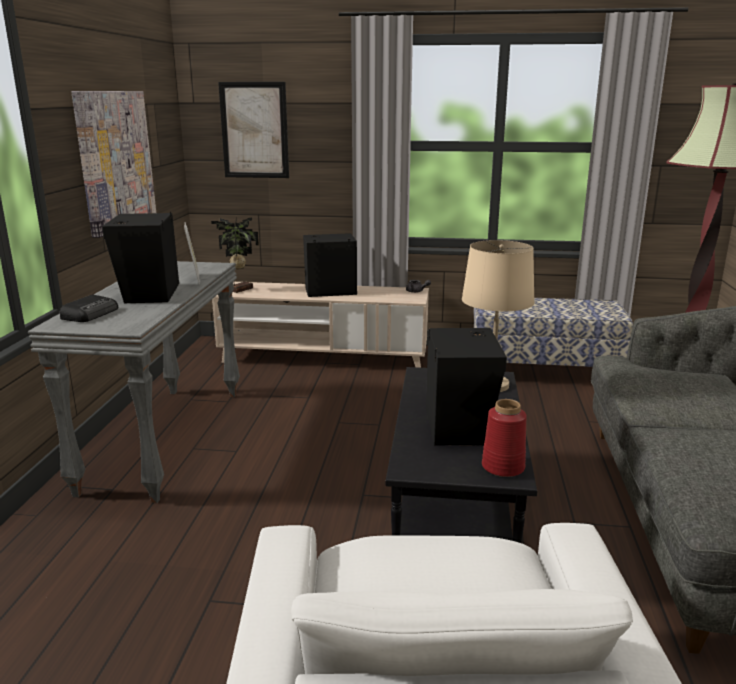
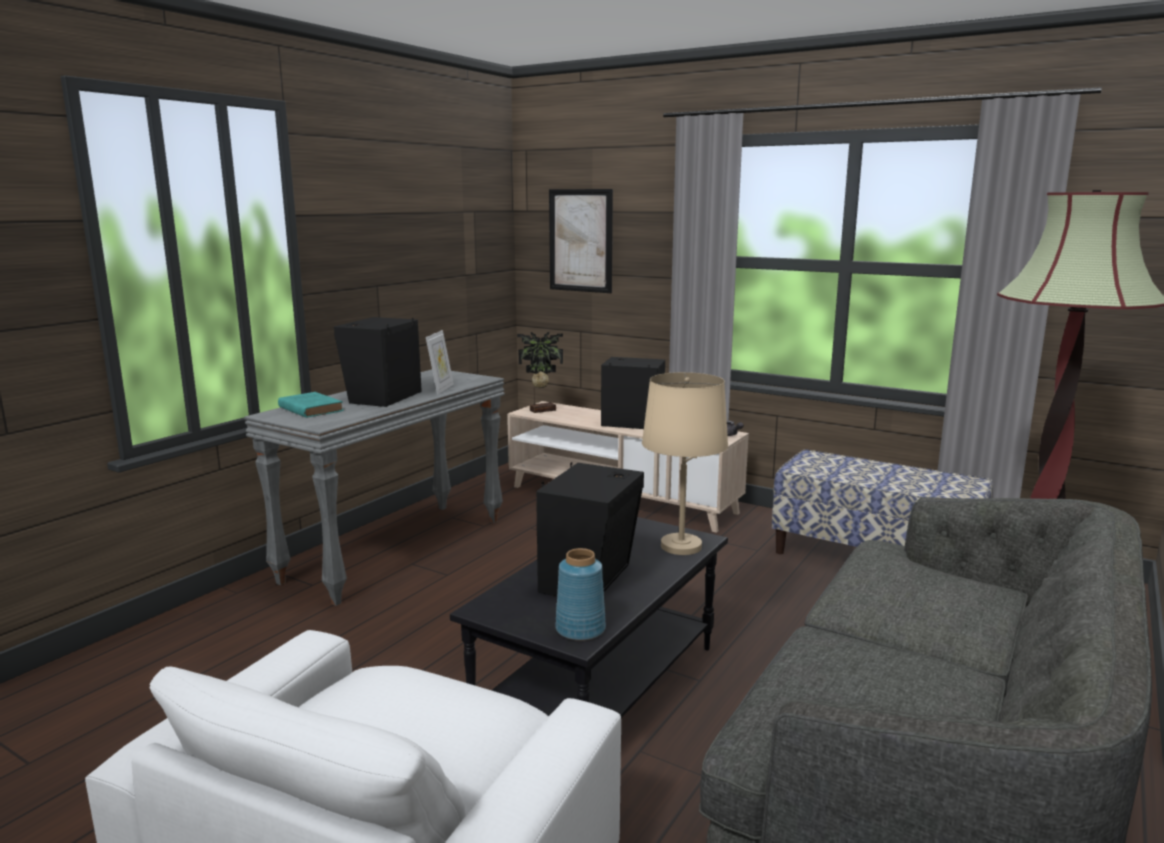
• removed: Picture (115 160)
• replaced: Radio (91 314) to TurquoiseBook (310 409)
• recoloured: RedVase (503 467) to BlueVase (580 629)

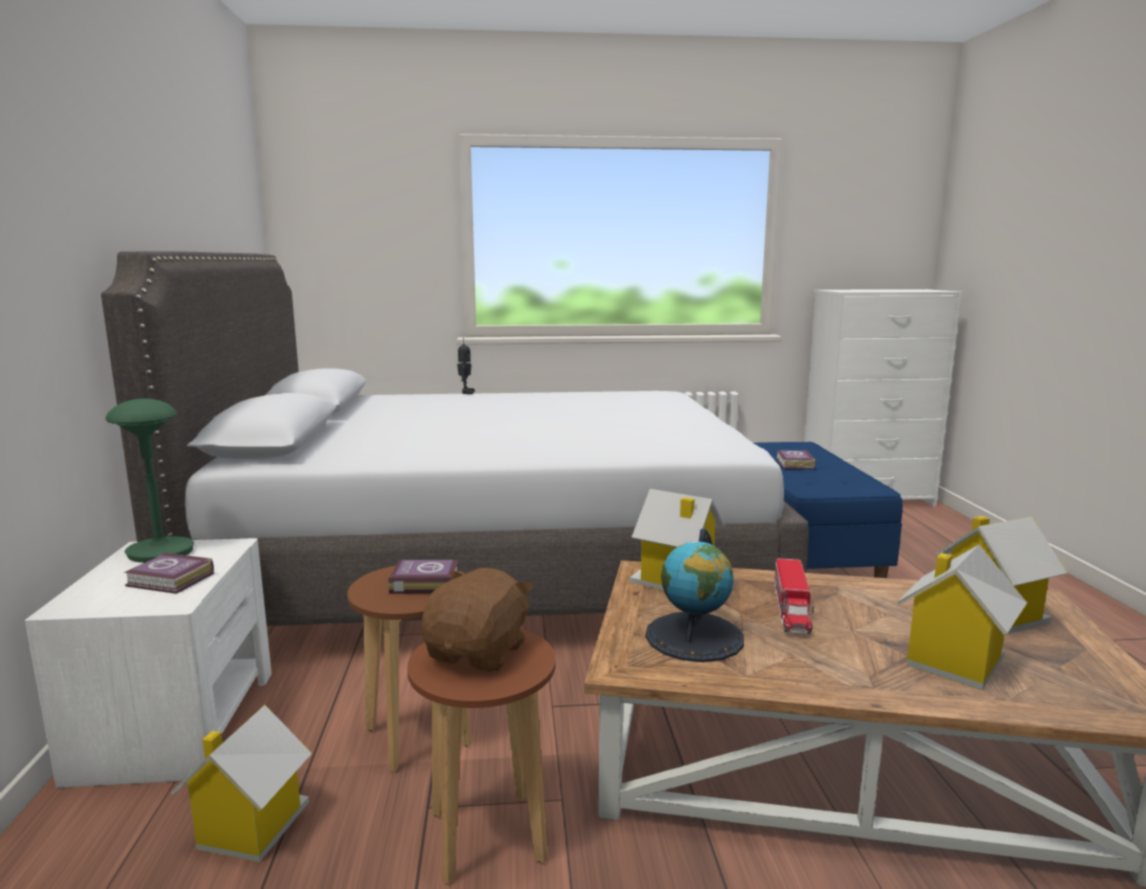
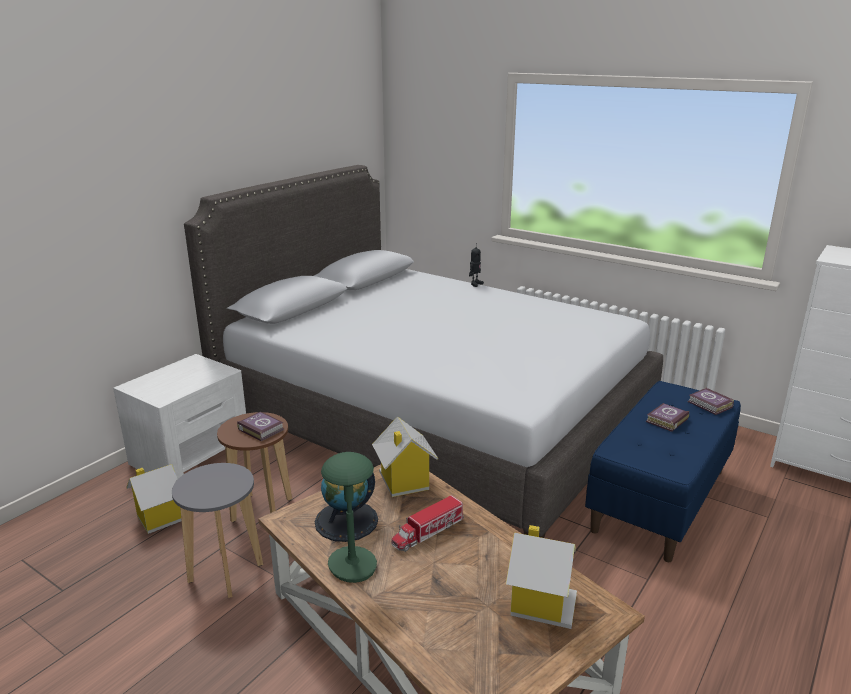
• removed: BrownPlushToy (479 653)
• removed: ToyHouse (952 662)
• moved: GreenTableLamp (160 552) to (352 566)
• moved: Book (171 580) to (710 405)
• recoloured: BrownStool (486 837) to GreyStool (225 573)

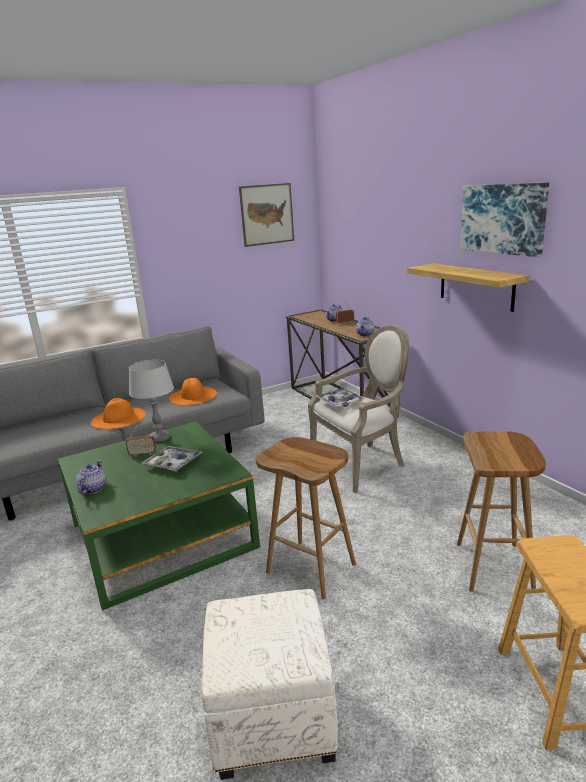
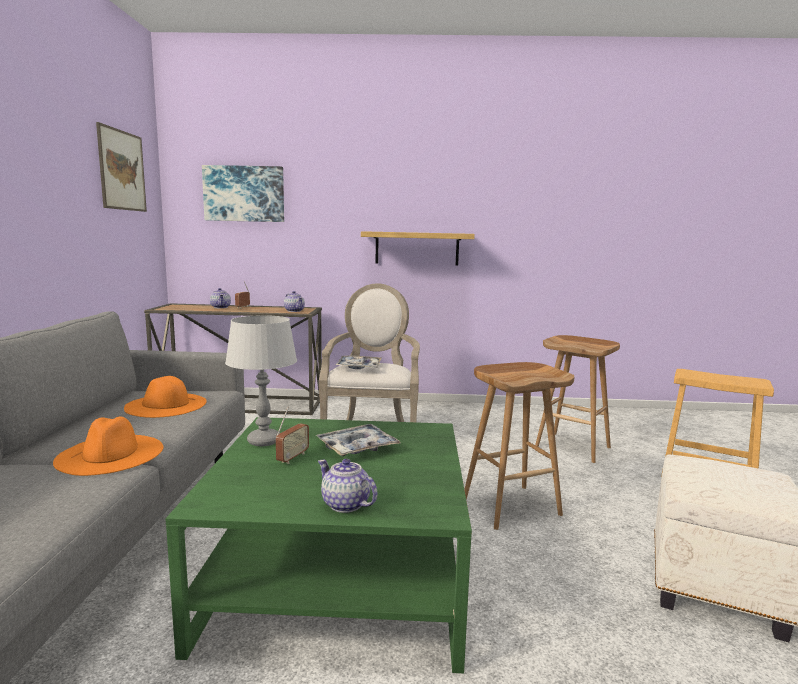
• moved: Picture (503 218) to (244 194)

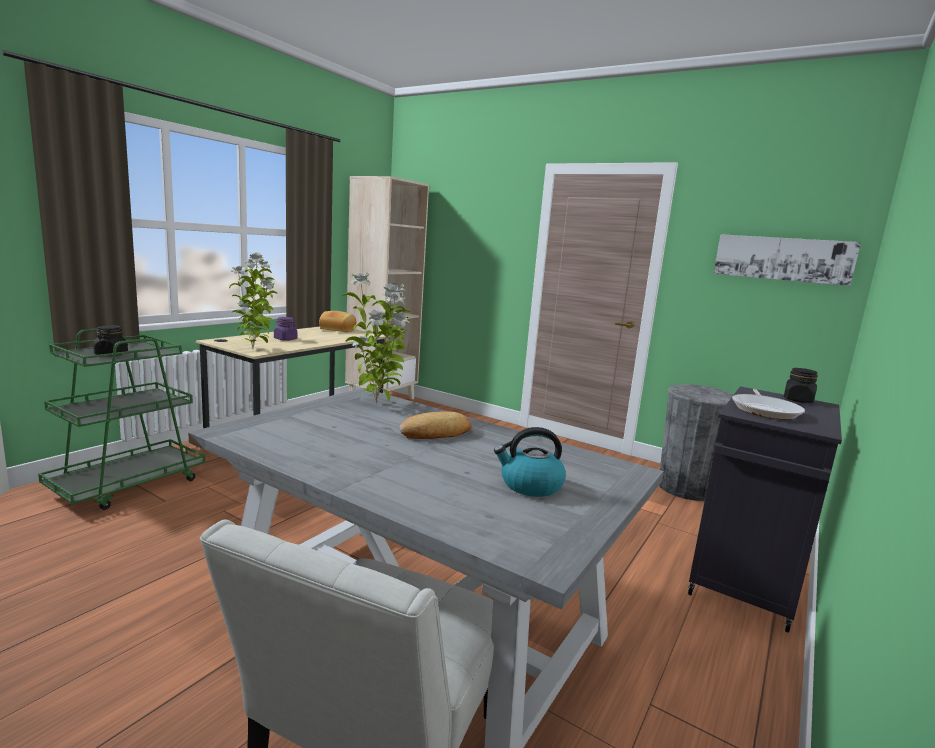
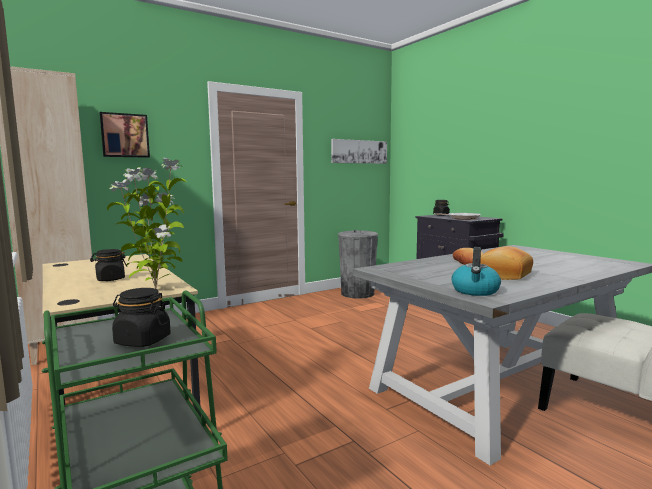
• removed: PottedPlant (377 404)
• added: Picture (125 135)
• moved: Bread (338 329) to (503 274)
• moved: Kettle (530 485) to (475 291)
• recoloured: PurpleJar (285 339) to BlackJar (110 279)

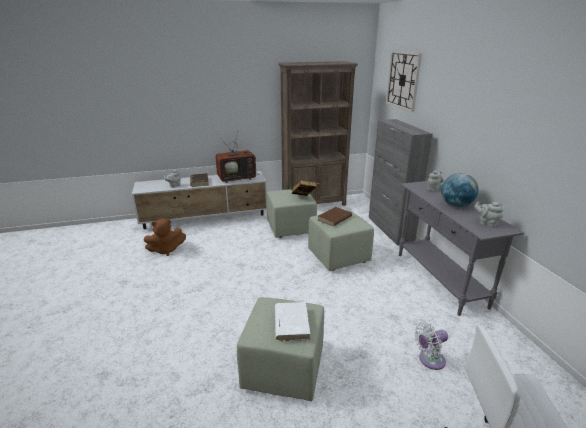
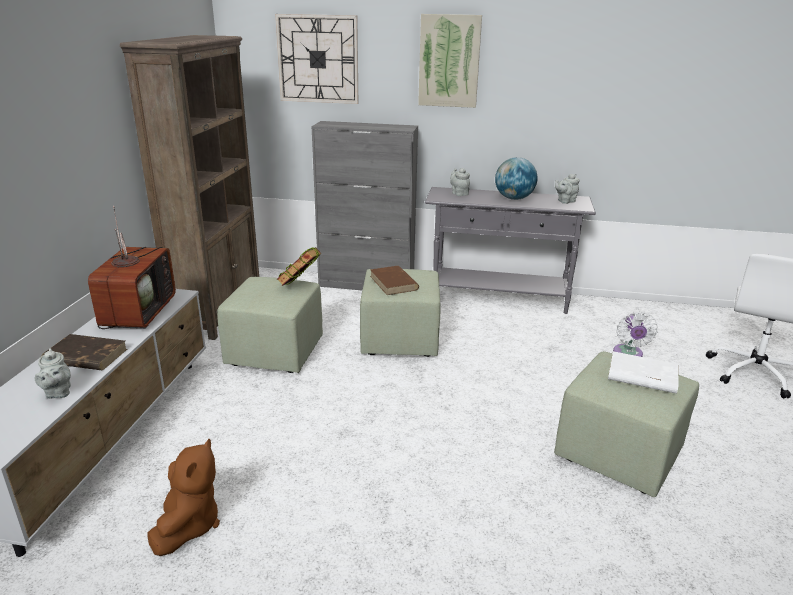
• added: Picture (449 61)

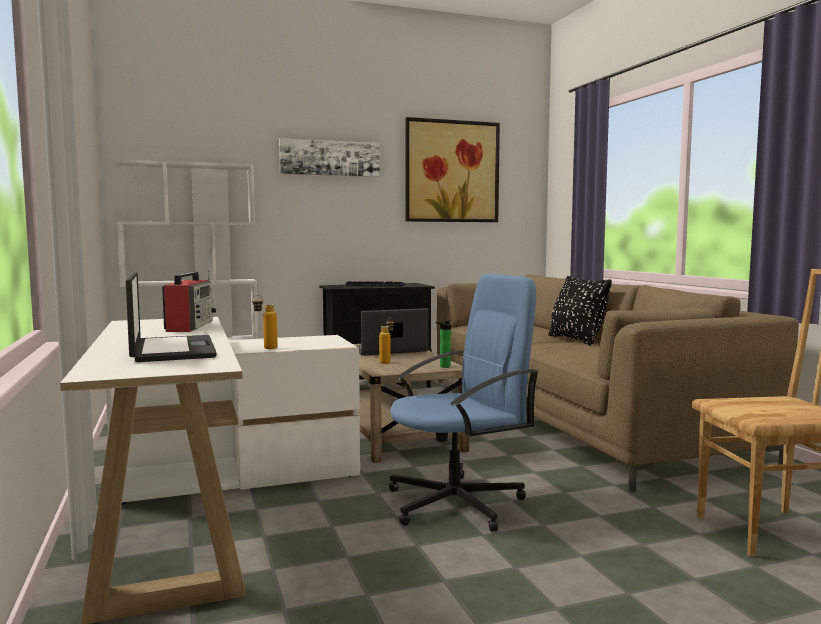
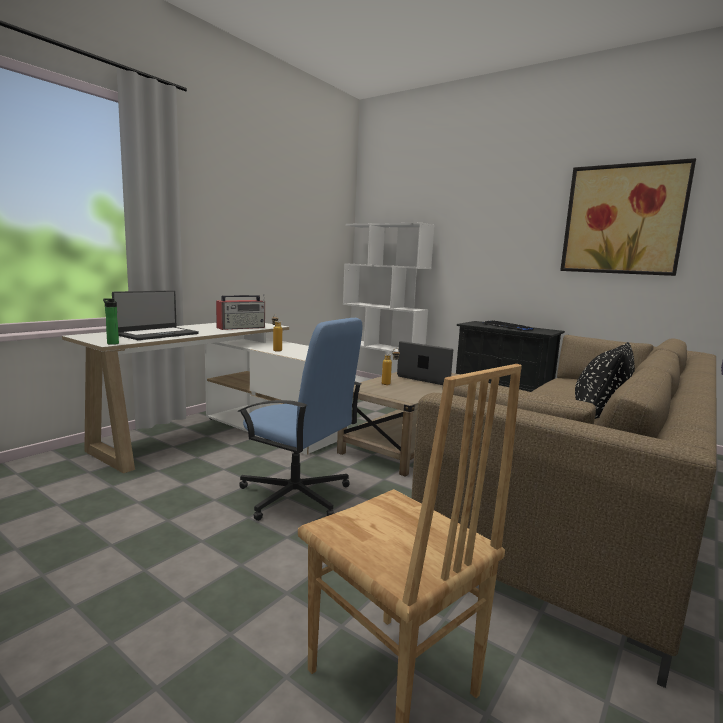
• removed: Picture (330 158)
• moved: Bottle (443 367) to (112 343)

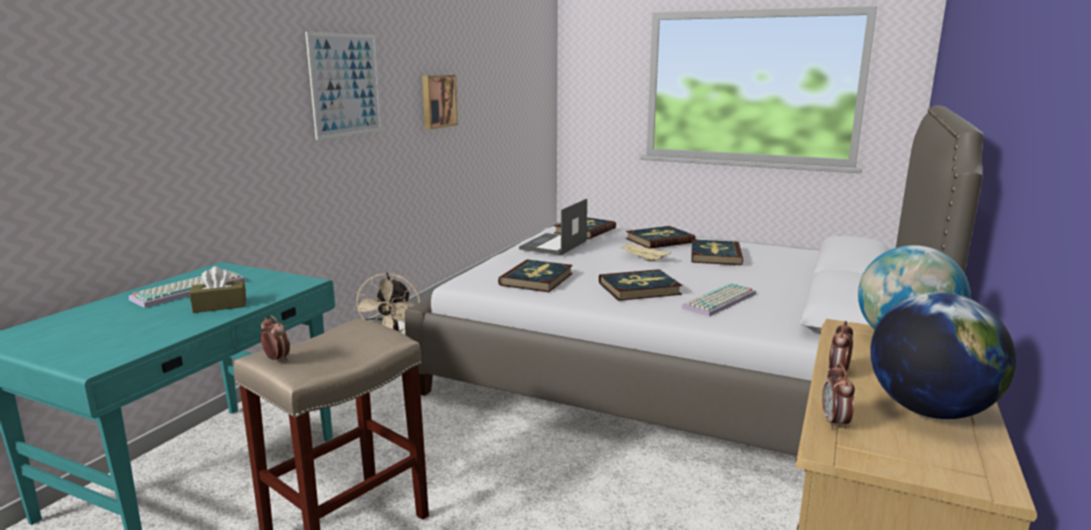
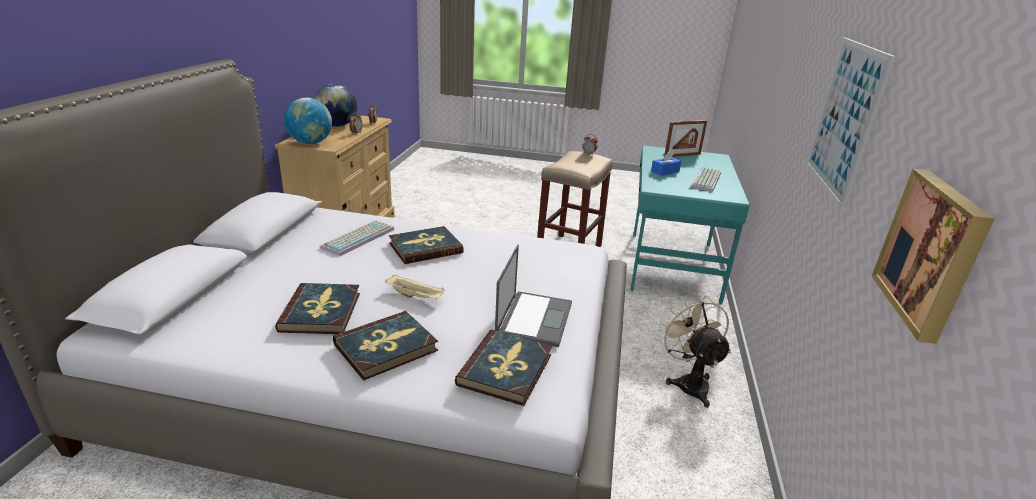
• removed: Book (537 279)
• added: PictureFrame (682 155)
• recoloured: BrownTissueBox (220 305) to BlueTissueBox (665 171)

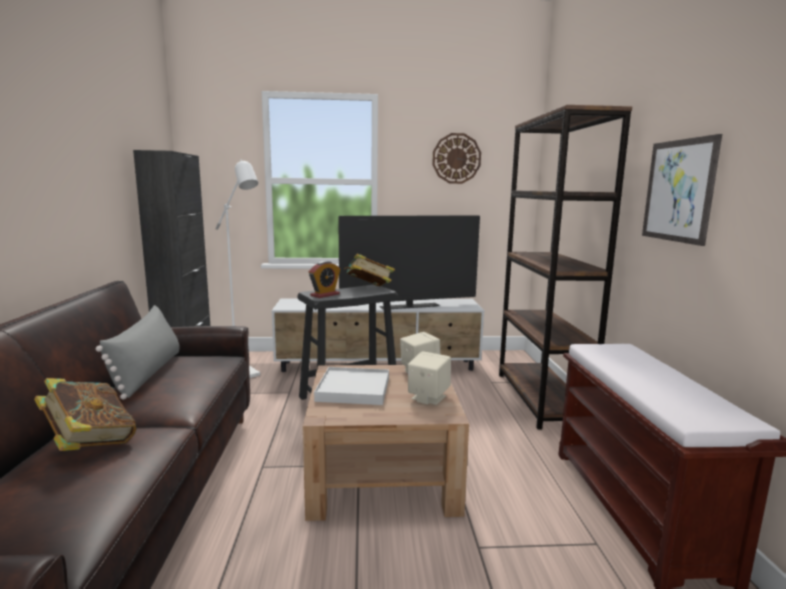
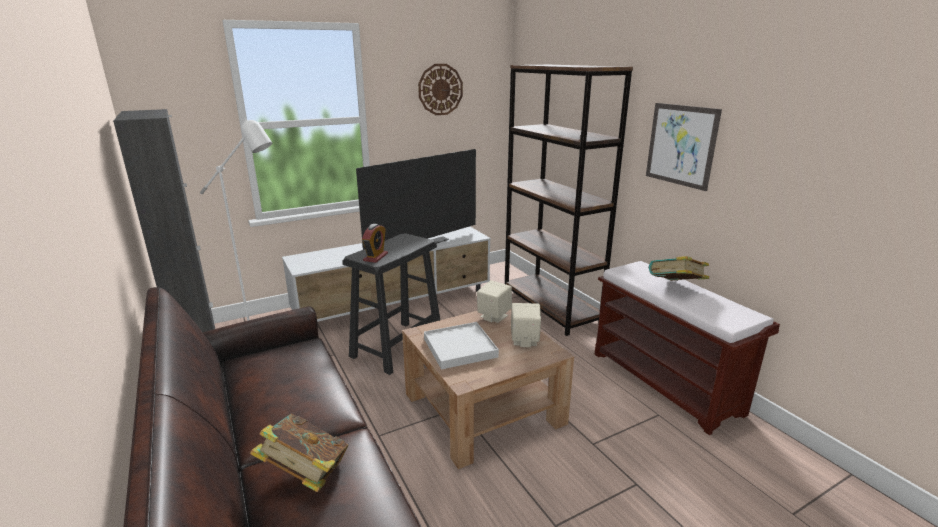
• removed: GreyPillow (148 373)
• moved: Book (368 289) to (675 288)

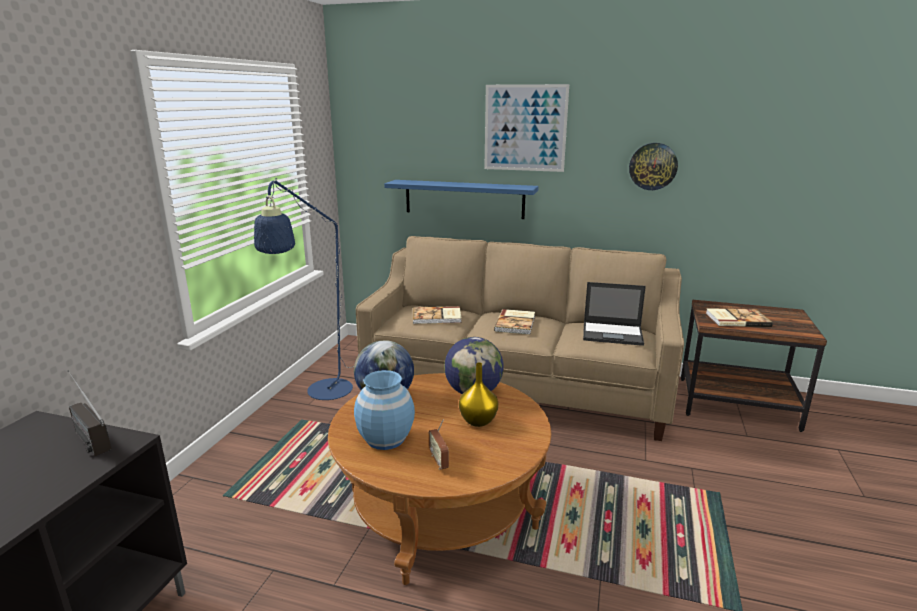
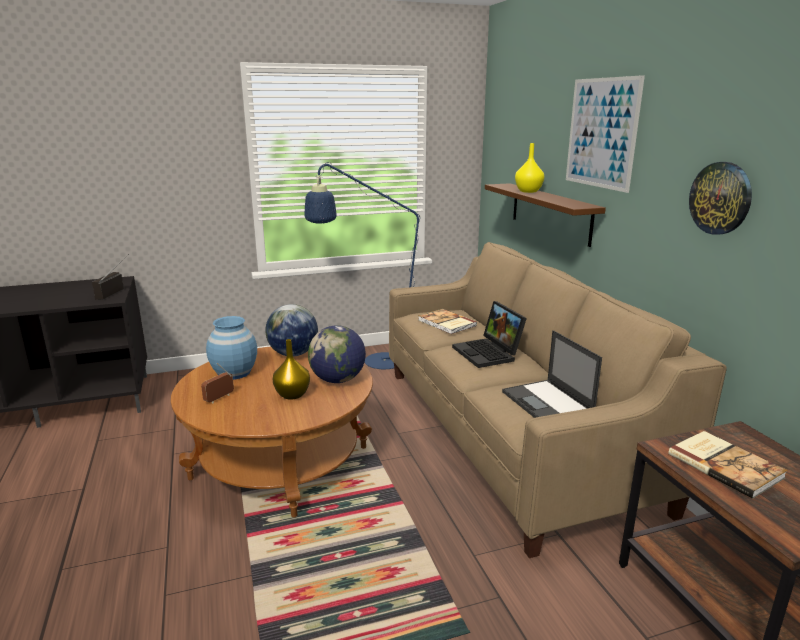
• added: YellowVase (529 191)
• replaced: Book (516 323) to Laptop (489 353)
• recoloured: BlueShelf (464 199) to BrownShelf (550 212)

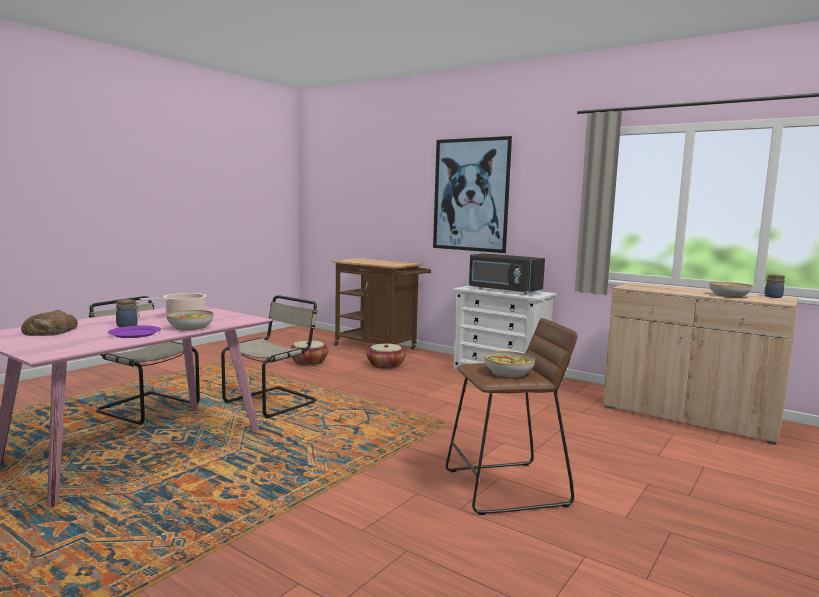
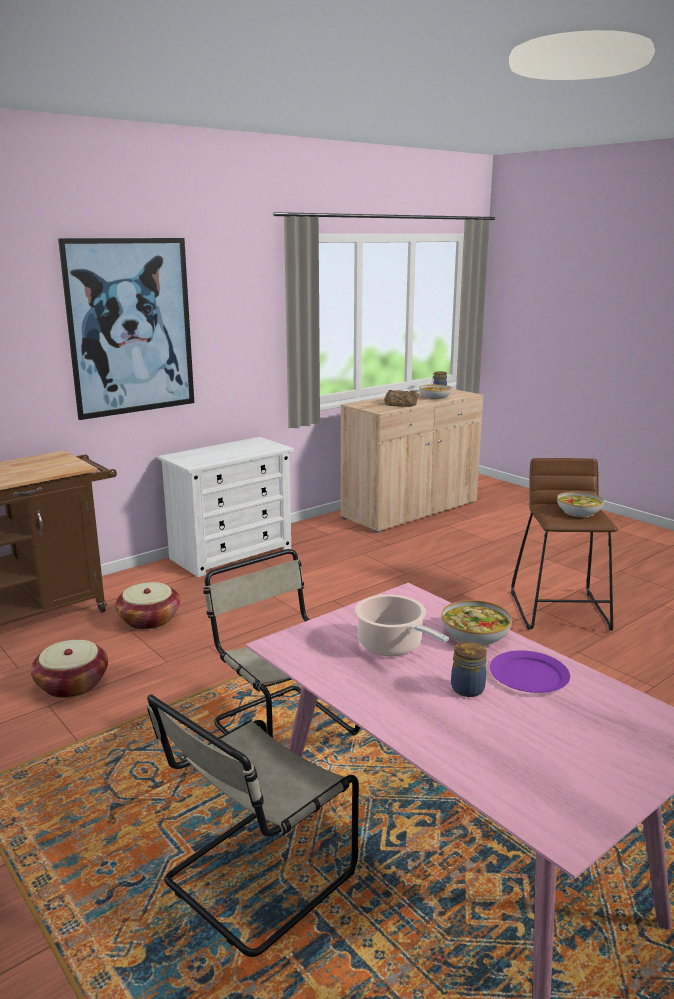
• removed: BlackMicrowave (503 291)
• moved: Bread (50 331) to (401 403)

